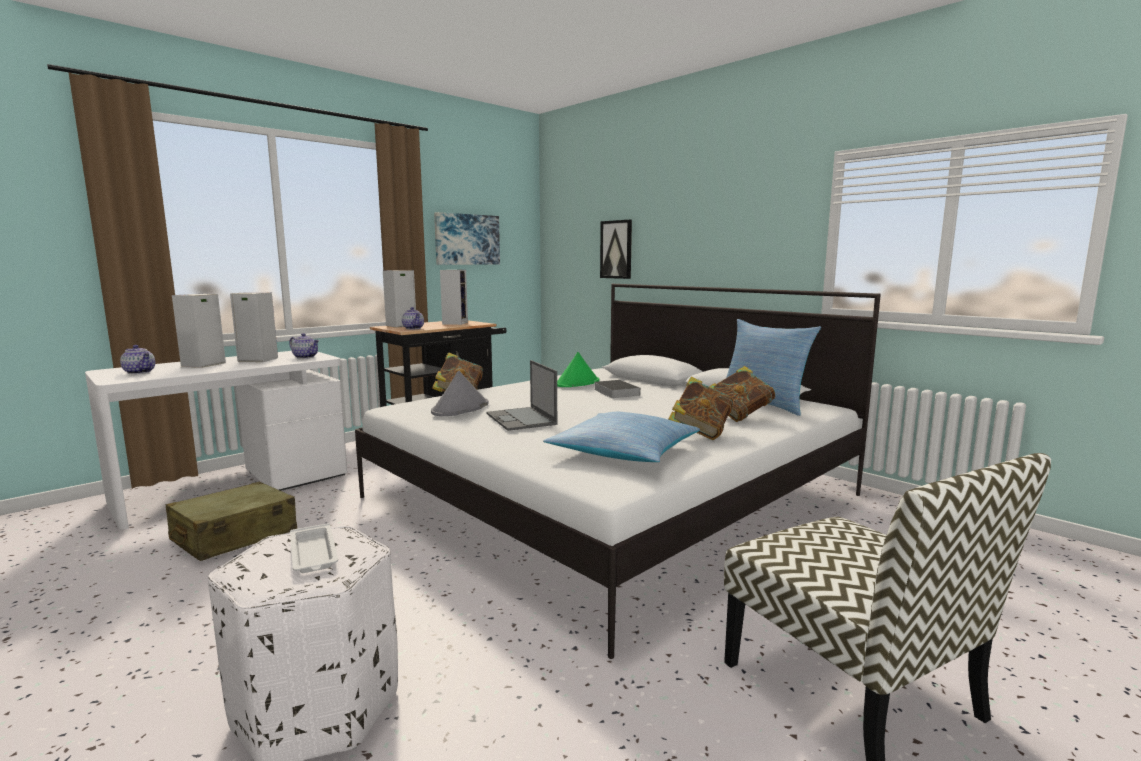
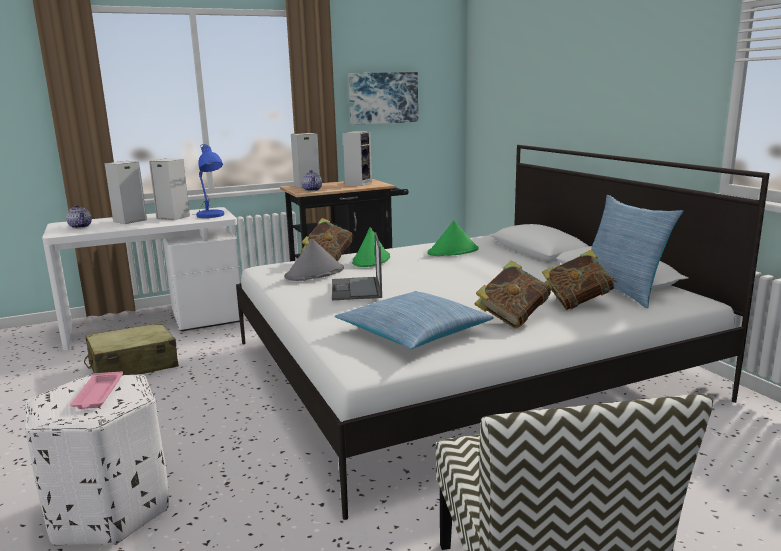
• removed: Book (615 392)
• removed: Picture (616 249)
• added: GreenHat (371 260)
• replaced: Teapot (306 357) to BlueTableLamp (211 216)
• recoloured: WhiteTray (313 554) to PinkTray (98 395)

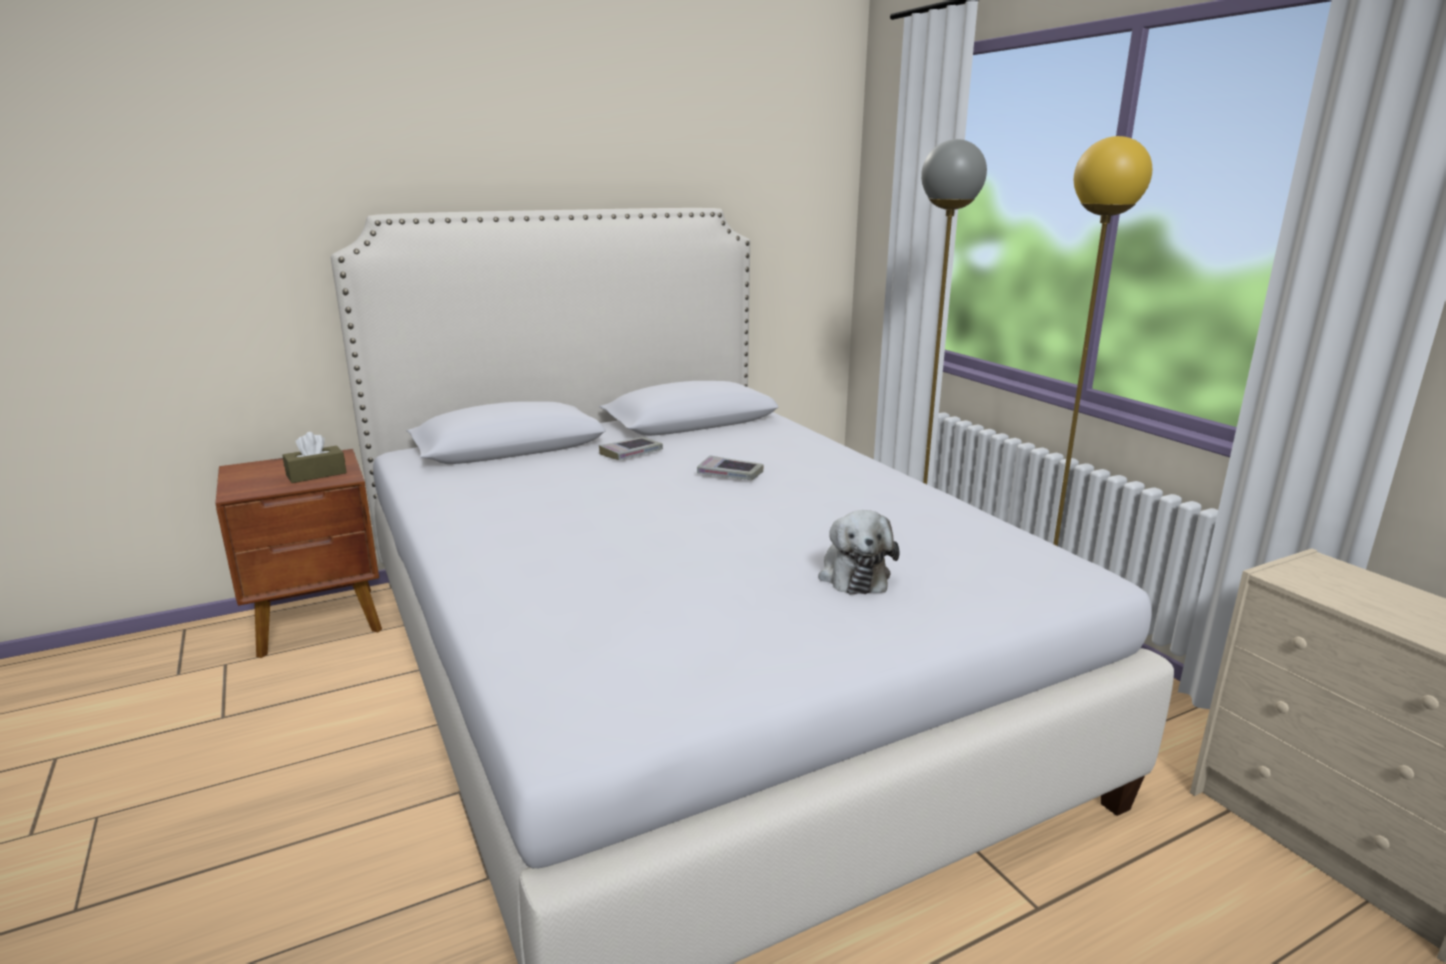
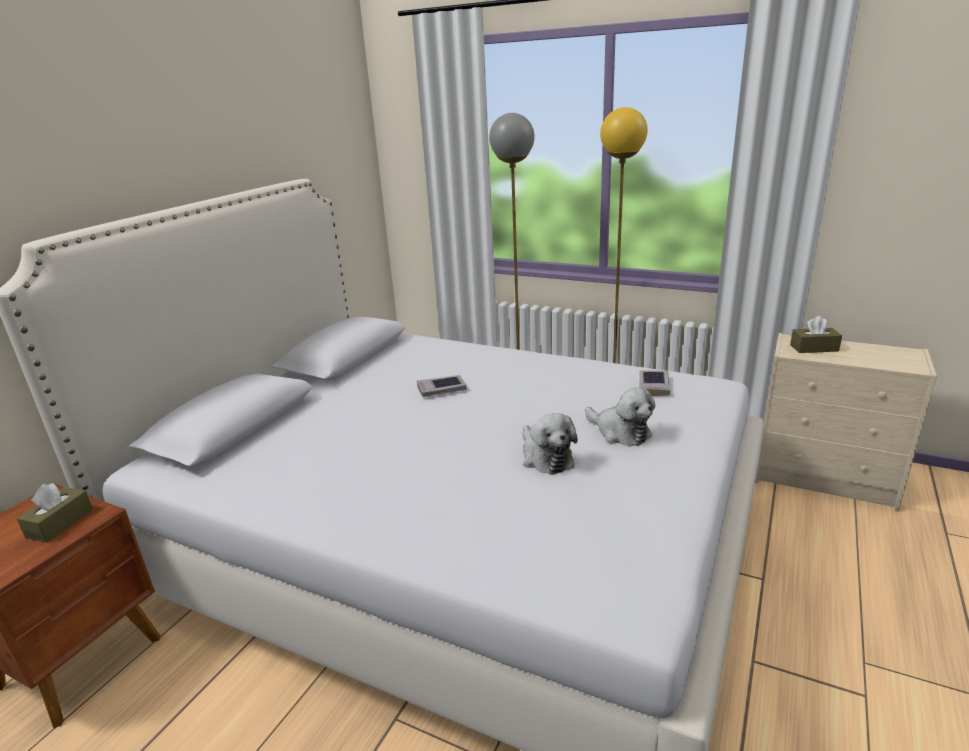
• added: PlushToy (545 457)
• added: BrownTissueBox (814 348)
• moved: Book (631 453) to (654 386)

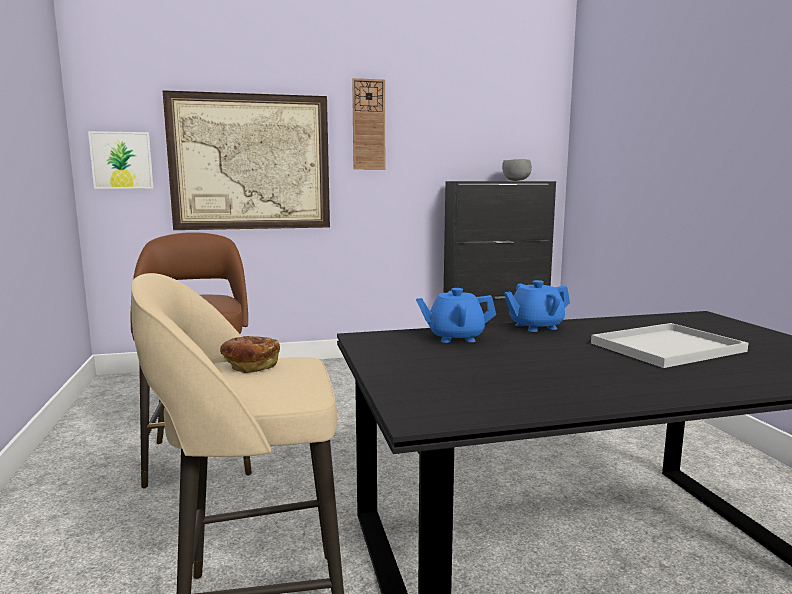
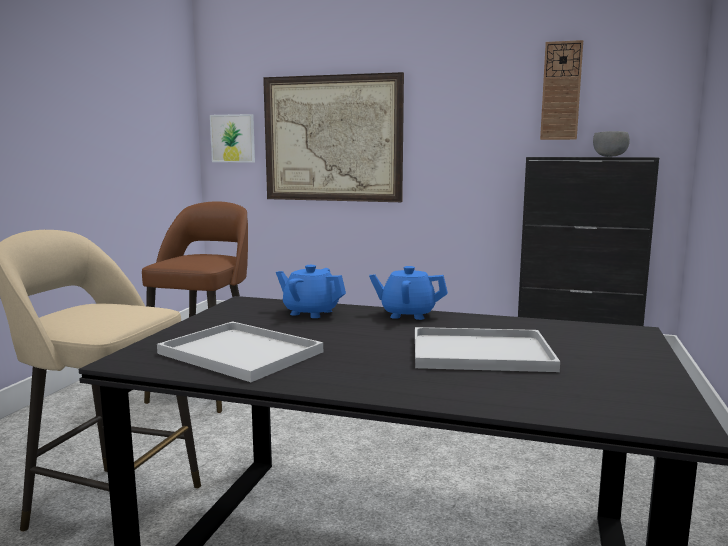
• removed: Bread (250 366)
• added: WhiteTray (244 353)
• moved: WallClock (368 125) to (561 91)

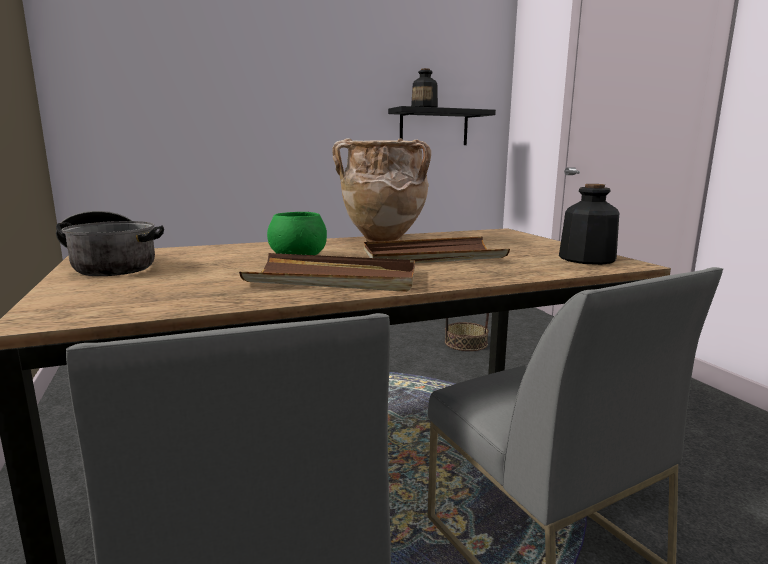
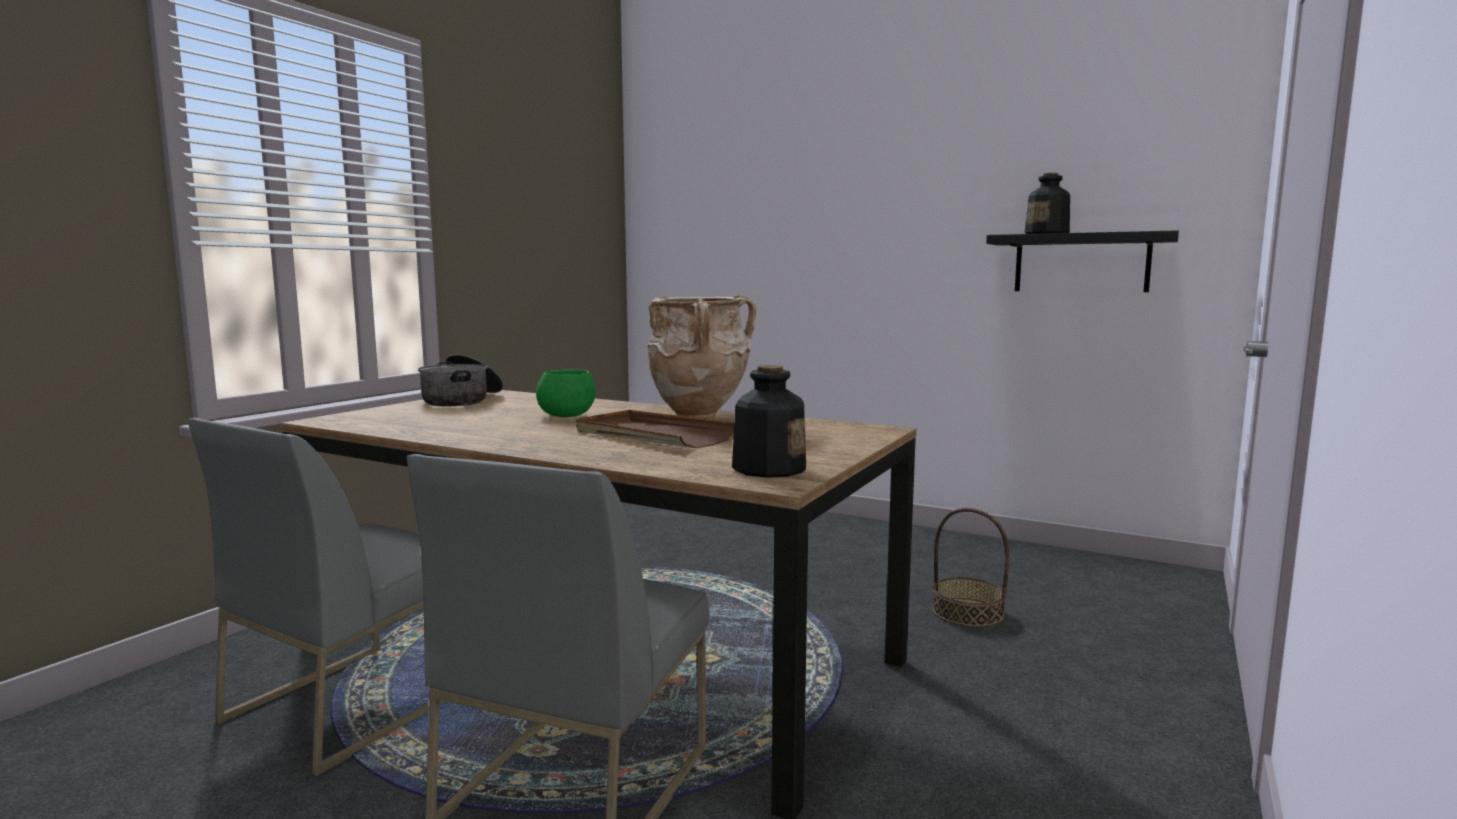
• removed: BrownTray (334 279)

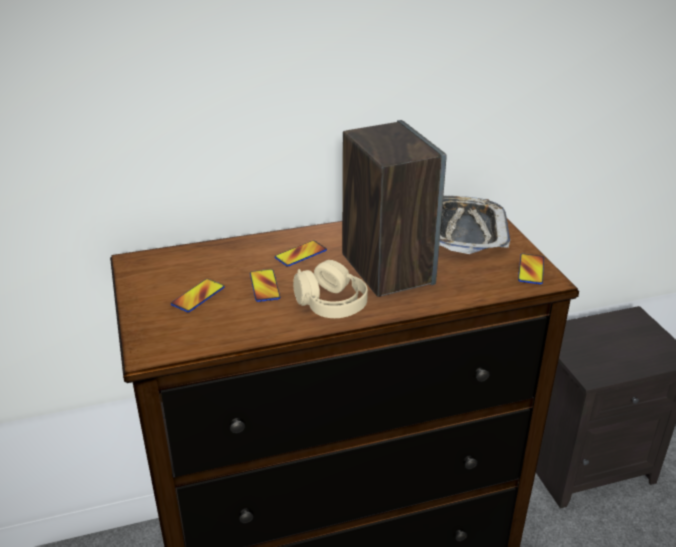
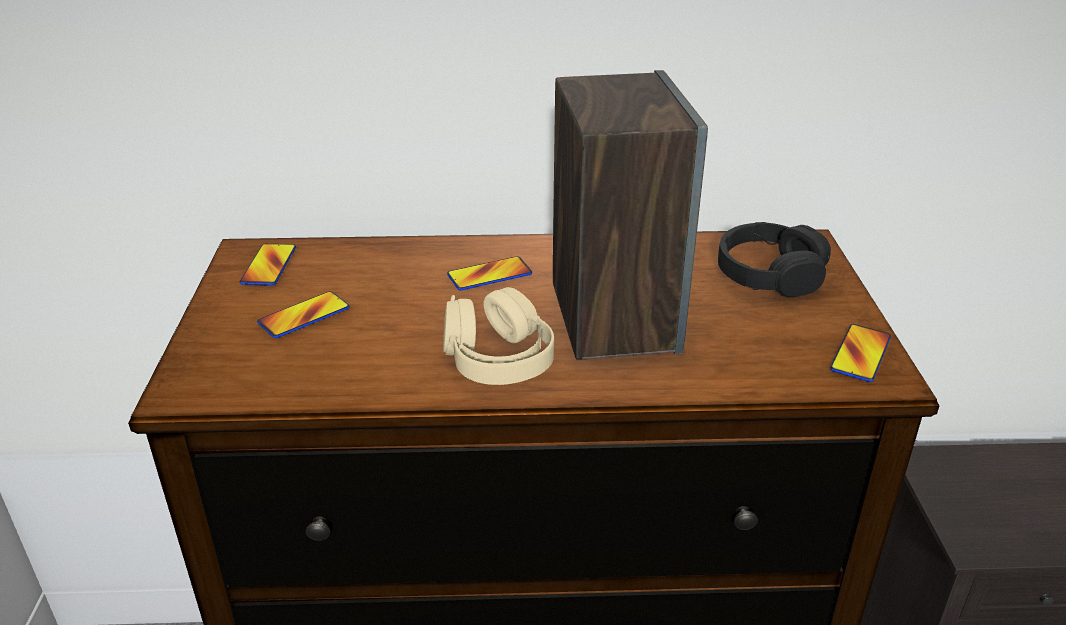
• moved: Phone (264 286) to (269 266)
• replaced: Tray (465 231) to BlackHeadphones (769 274)

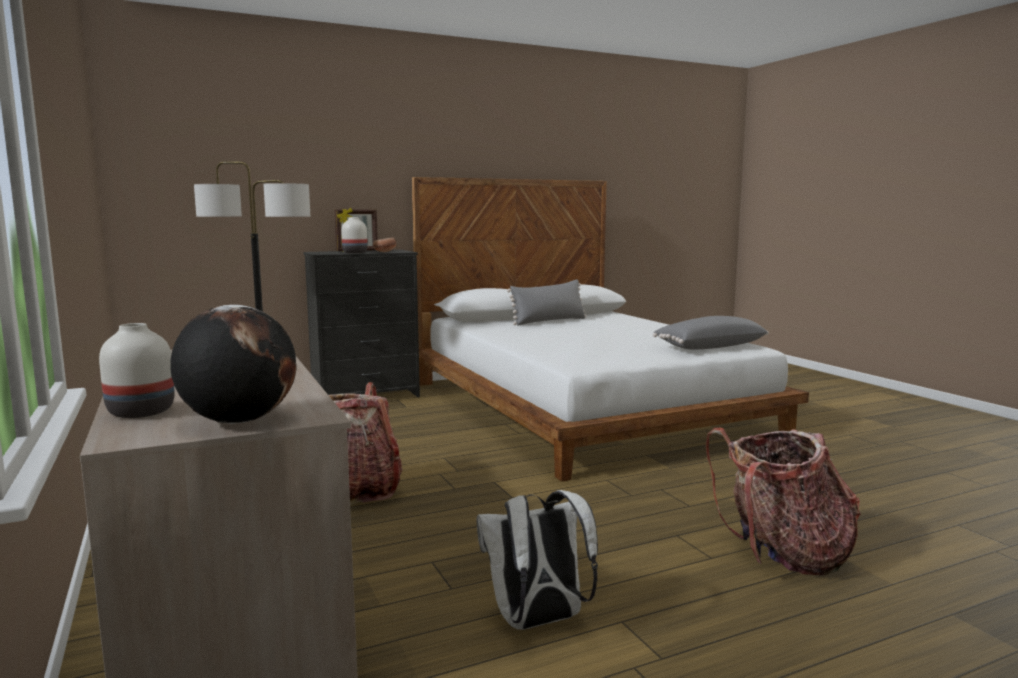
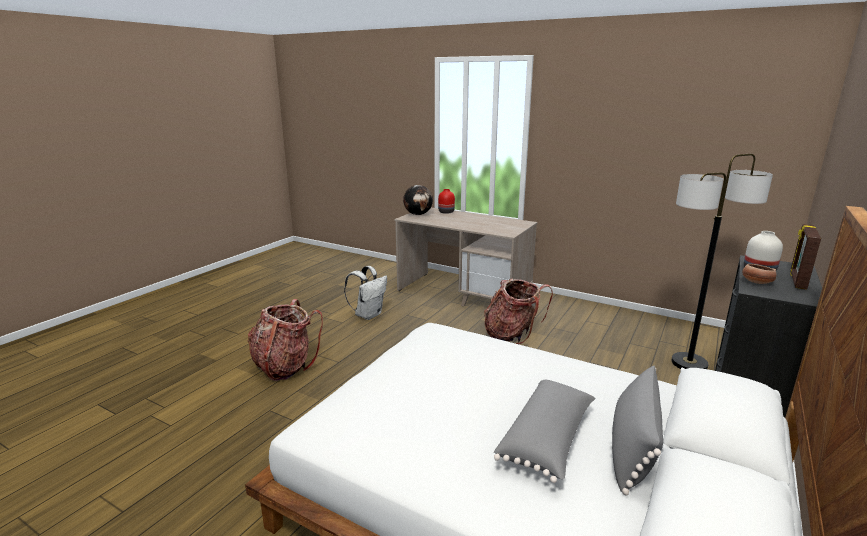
• moved: GreyPillow (709 347) to (548 440)
• recoloured: WhiteVase (142 411) to RedVase (446 212)

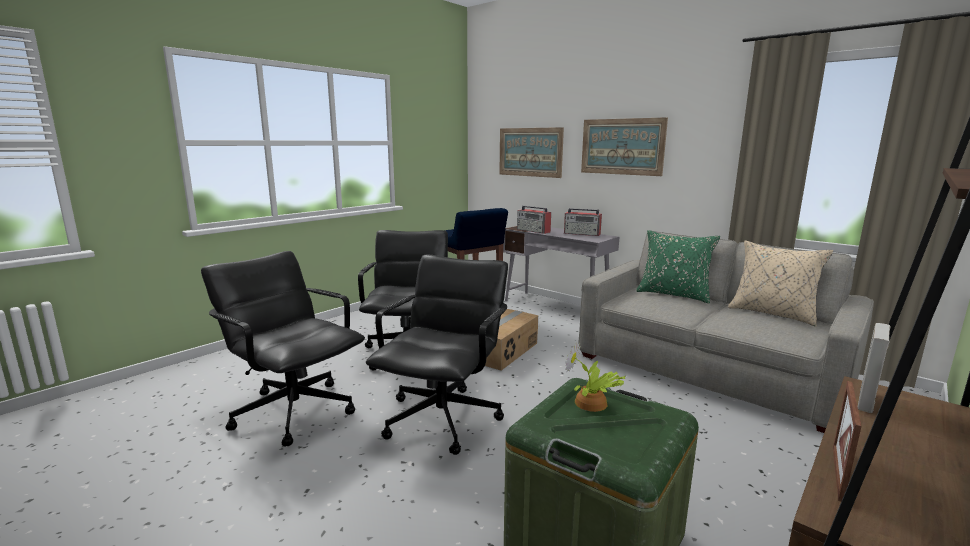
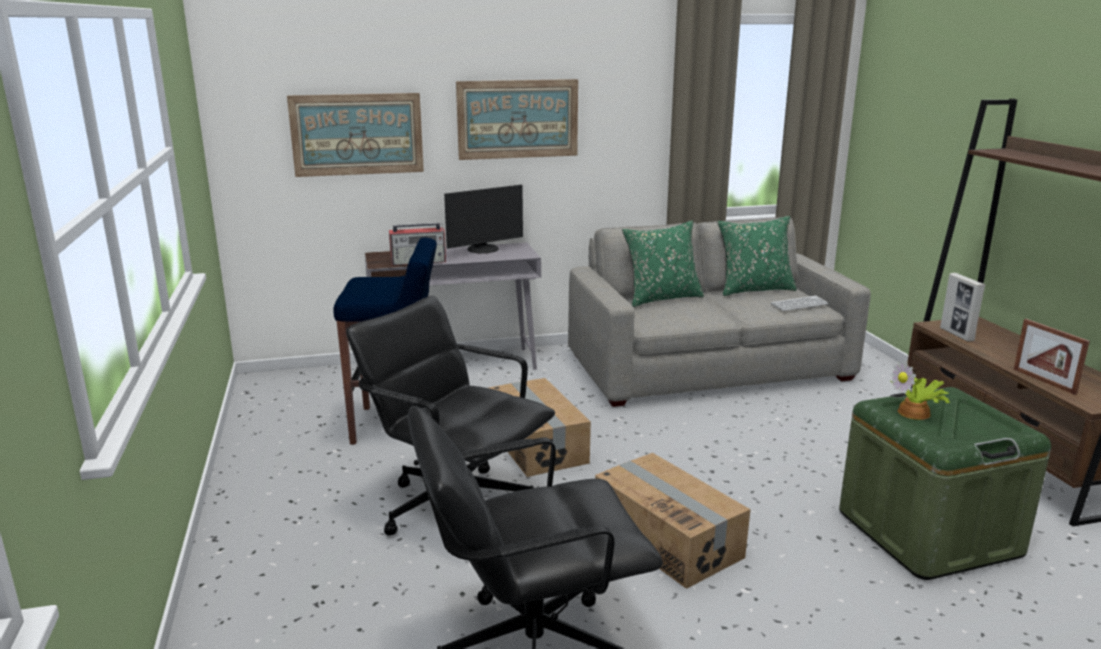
• added: Keyboard (799 304)
• replaced: BlackOfficeChair (443 418) to CardboardBox (667 538)
• replaced: Radio (582 234) to Monitor (484 249)
• recoloured: BeigePillow (772 314) to GreenPillow (754 290)

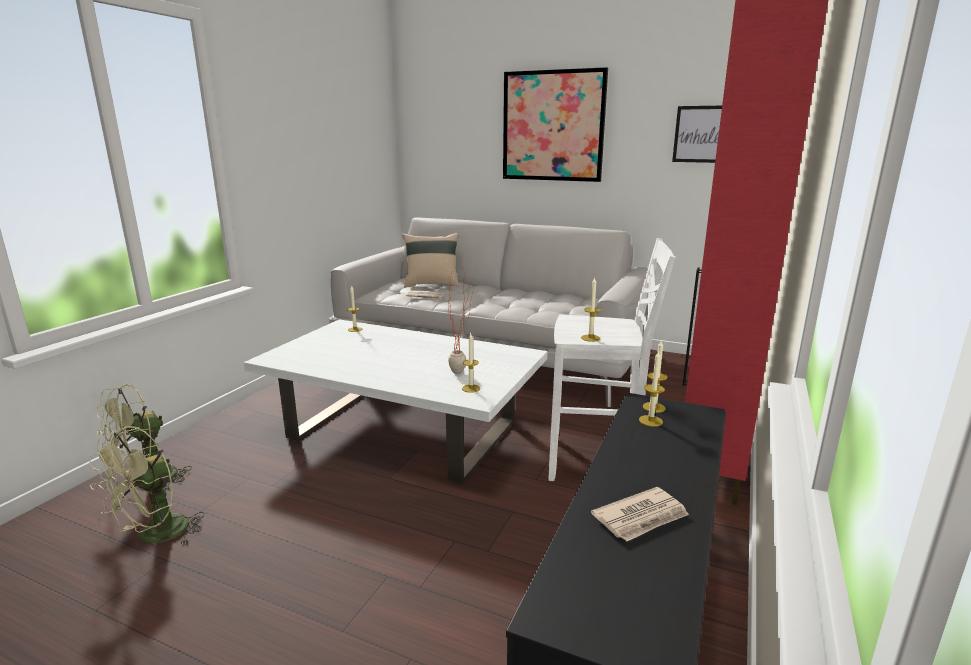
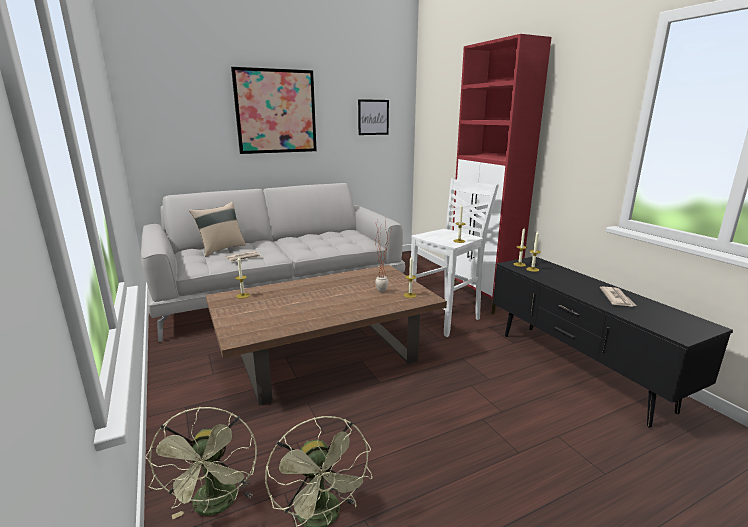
• recoloured: WhiteCoffeeTable (405 429) to BrownCoffeeTable (327 354)

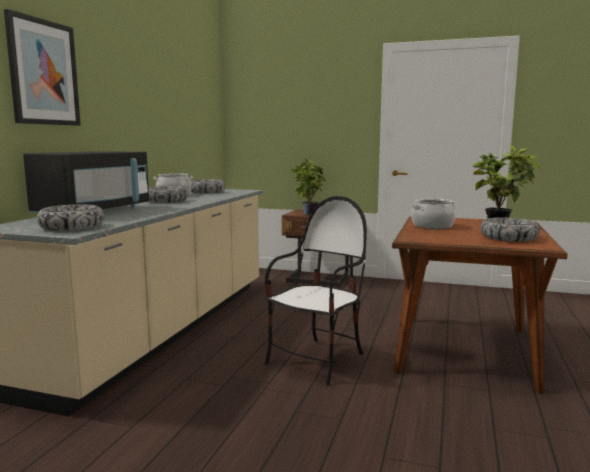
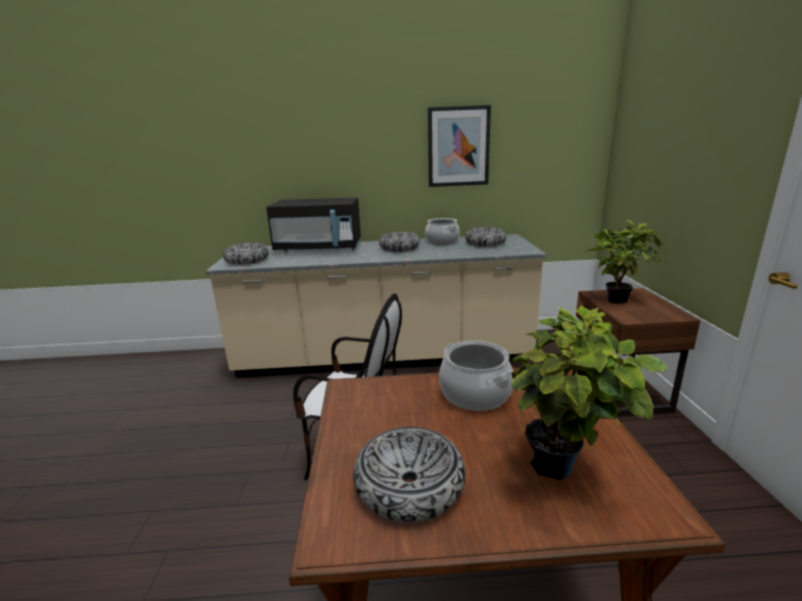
• moved: Picture (43 72) to (458 146)

